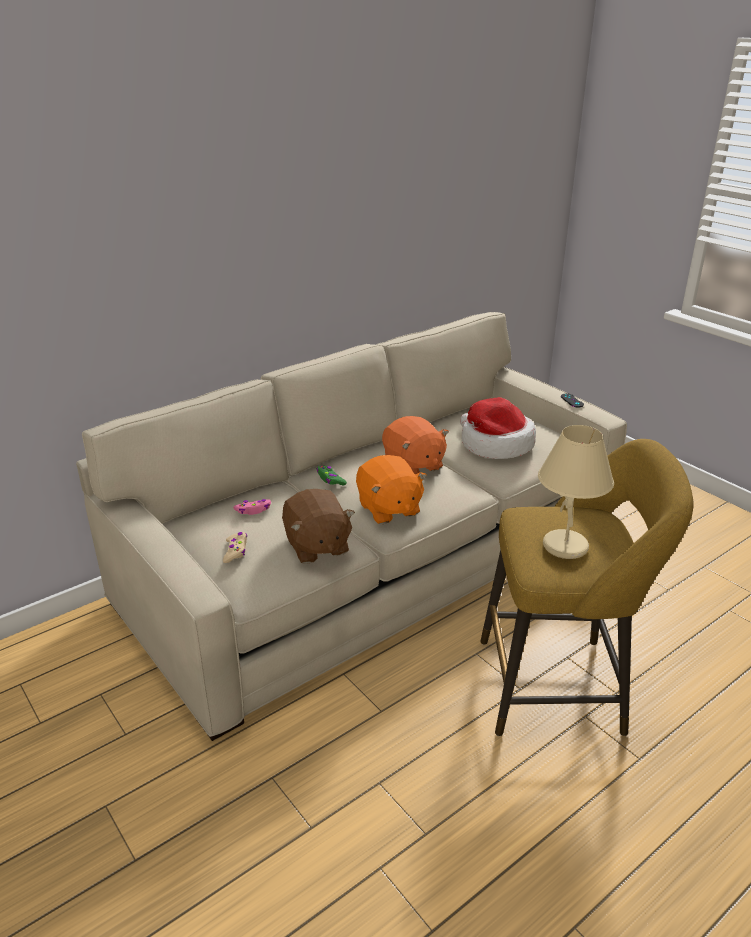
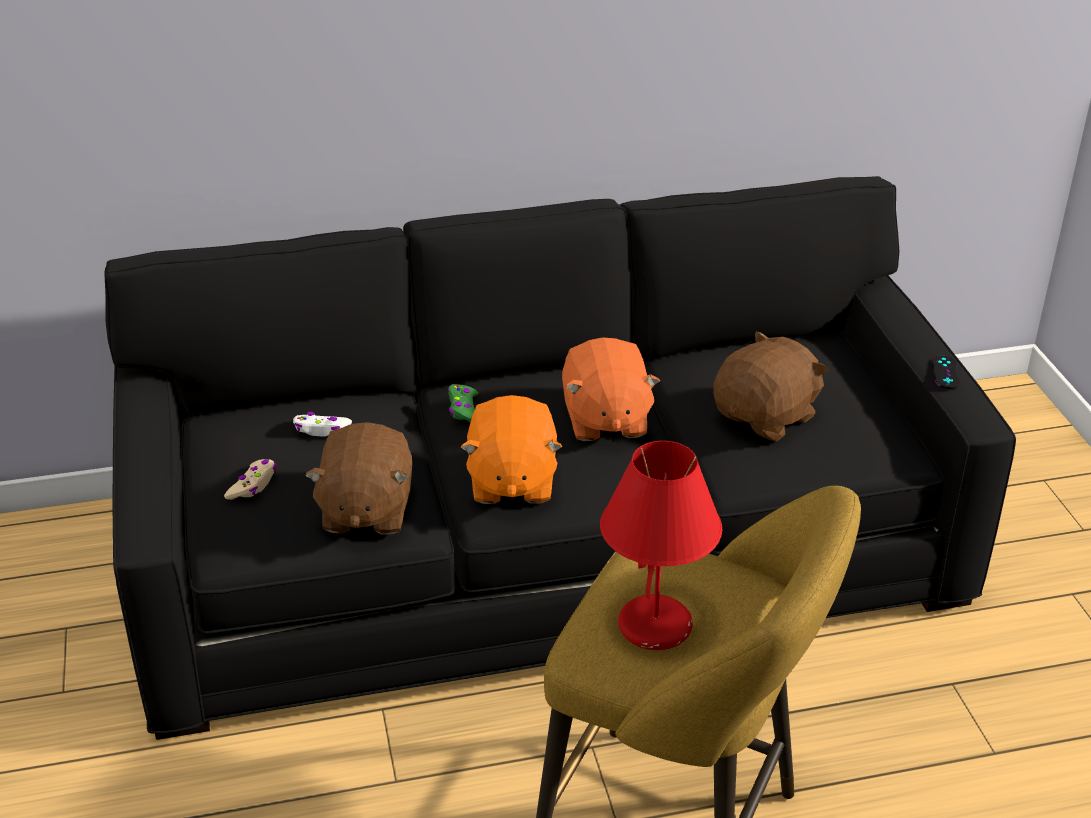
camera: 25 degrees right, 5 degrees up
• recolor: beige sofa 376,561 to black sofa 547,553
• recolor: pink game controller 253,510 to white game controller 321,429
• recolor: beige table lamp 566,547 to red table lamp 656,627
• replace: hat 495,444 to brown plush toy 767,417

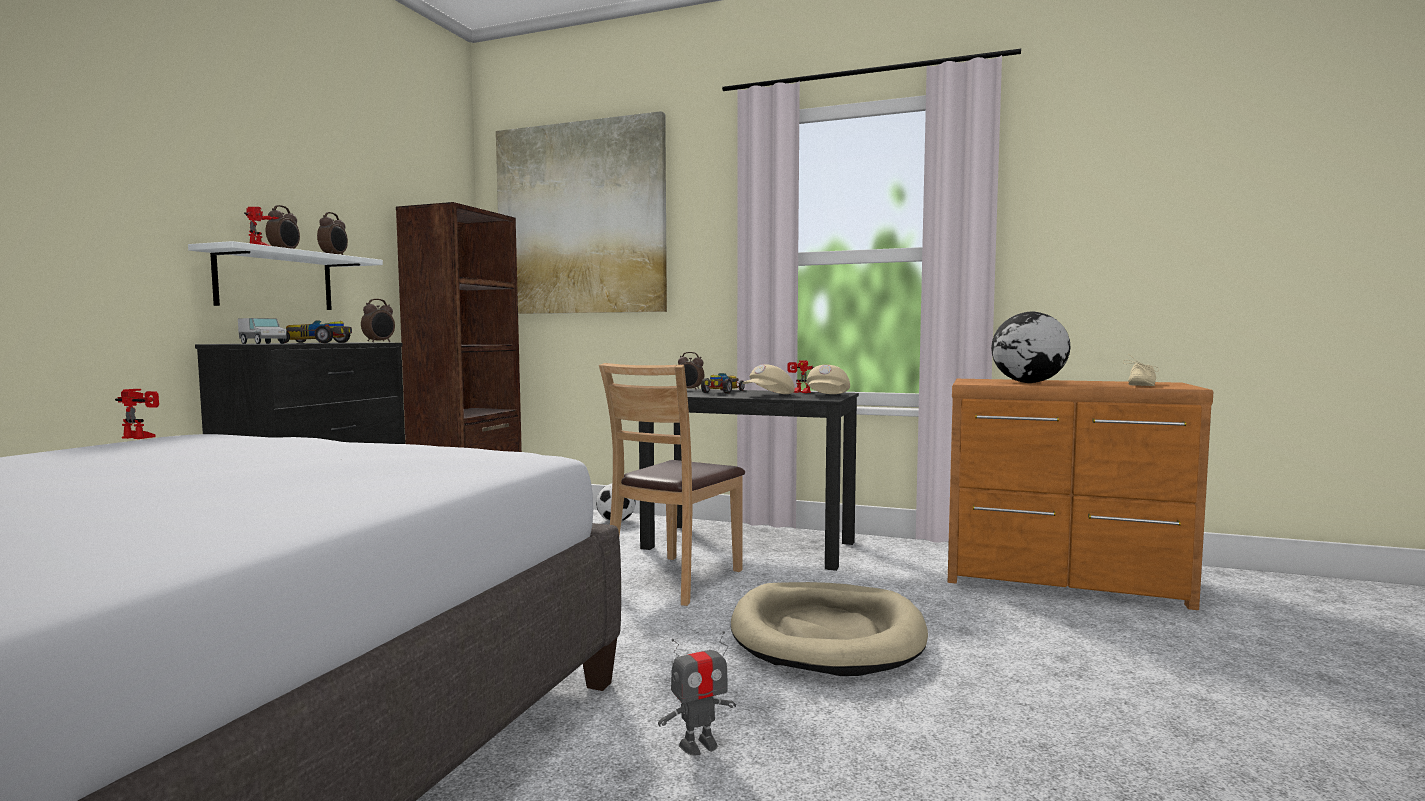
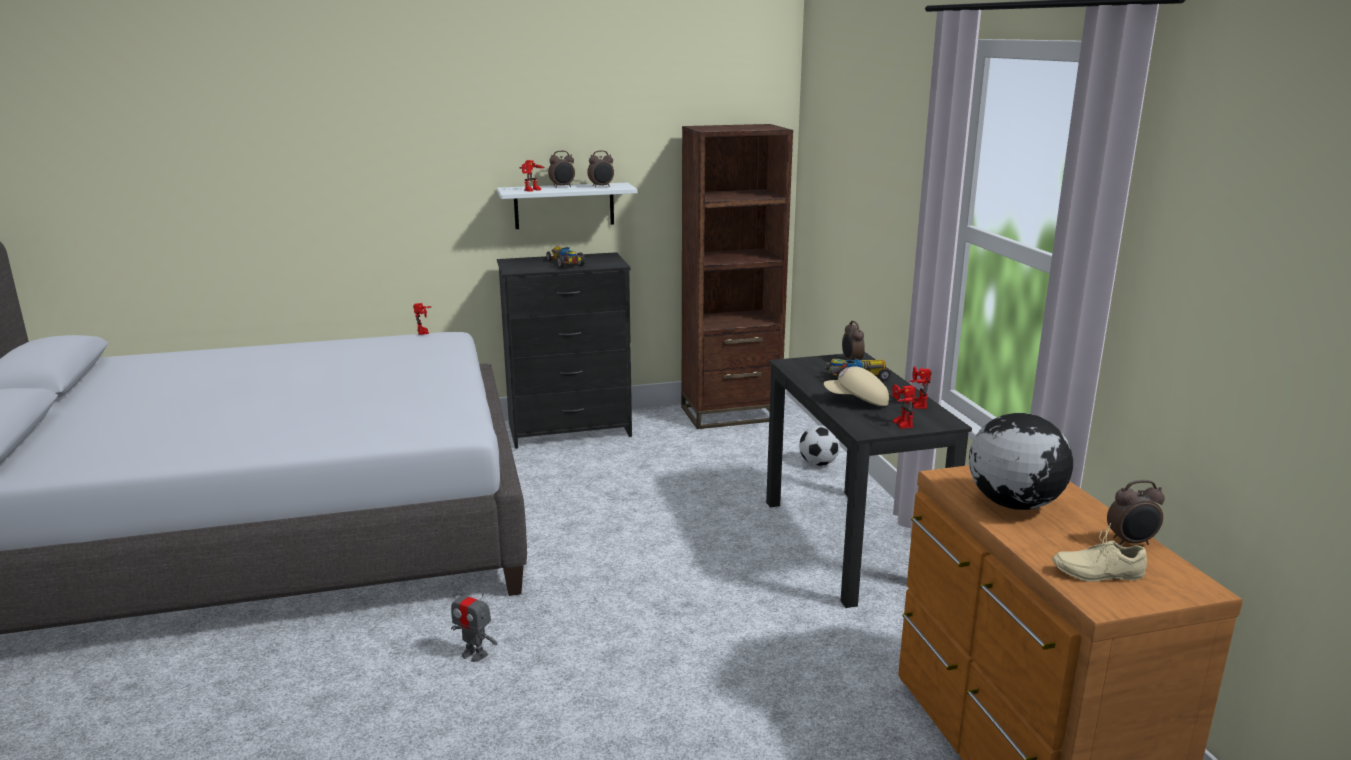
camera: 55 degrees right, 15 degrees up
• replace: beige cap 827,396 to toy robot 899,424
• move: alarm clock 379,342 to 1131,543
• delete: toy truck 263,343
• delete: picture 581,219
• delete: brown chair 675,579
• delete: beige dog bed 827,635

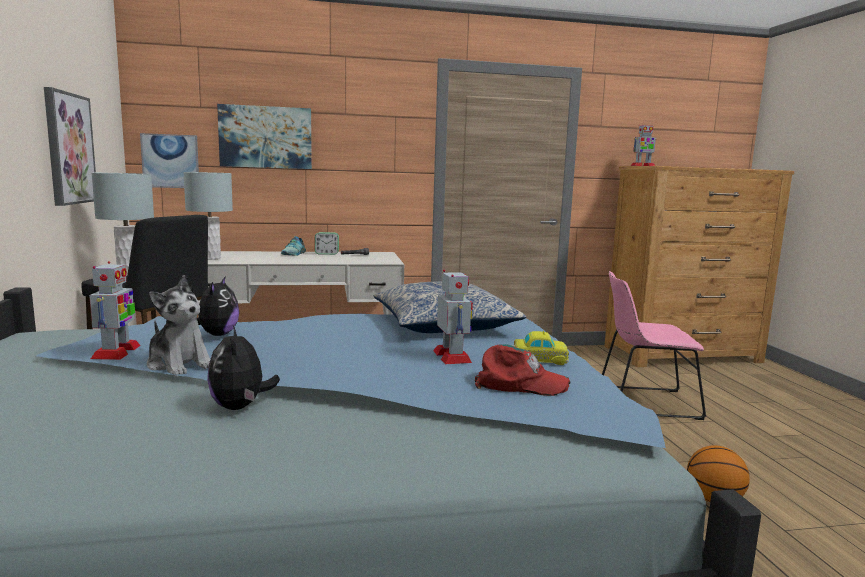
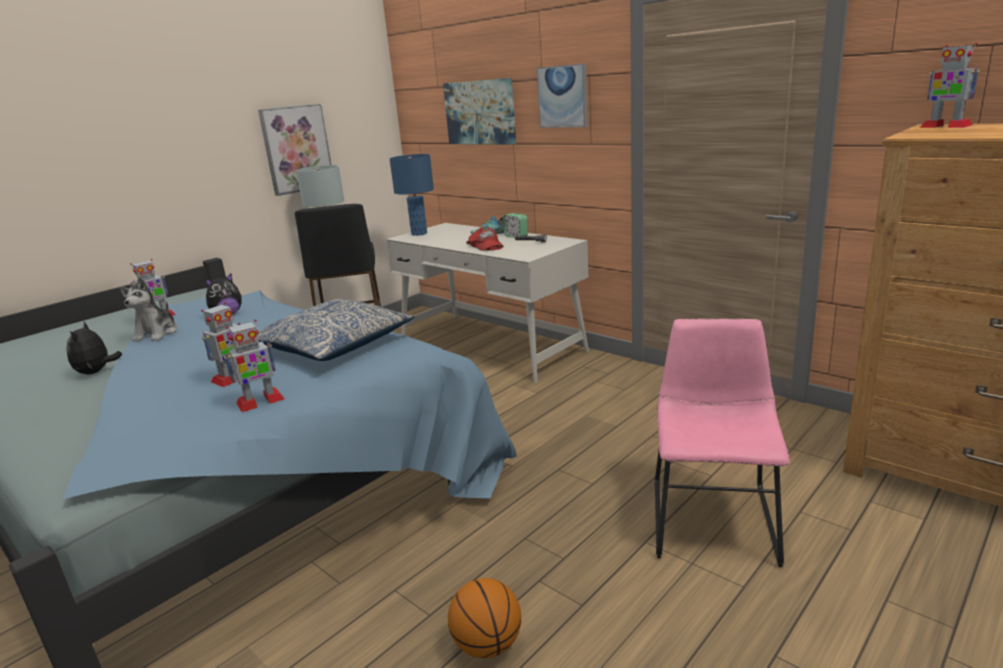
camera: 55 degrees right, 10 degrees up
• rotate: plush toy 240,407 = 96,372 45 degrees counterclockwise
• replace: toy car 538,359 to toy robot 260,401
• recolor: grey table lamp 211,258 to blue table lamp 419,233
• move: red cap 520,383 to 485,245
• move: picture 170,161 to 563,96
• rotate: pink chair 643,402 = 712,516 45 degrees clockwise

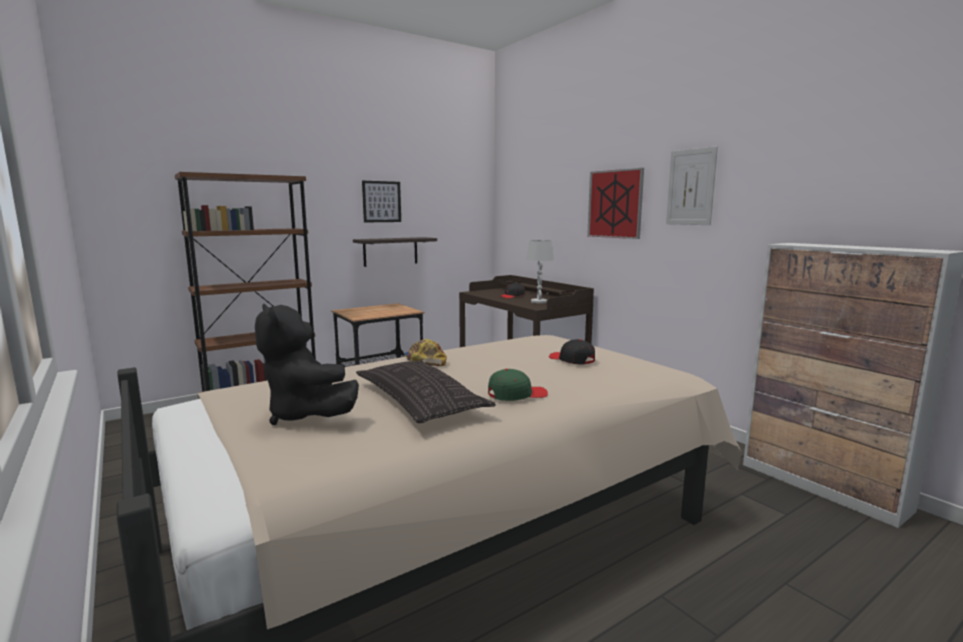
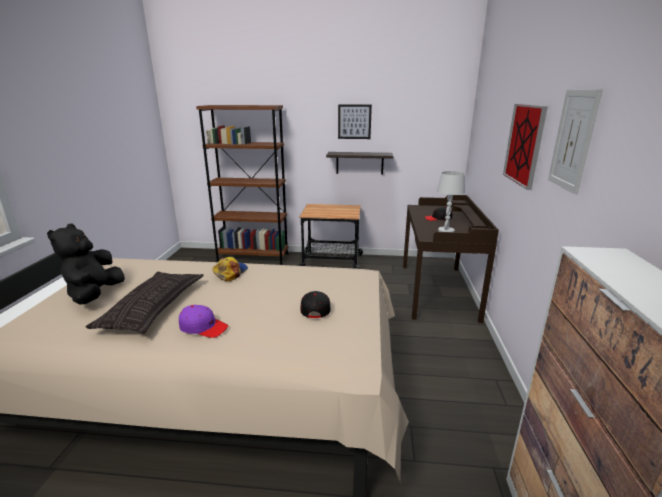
camera: 40 degrees right, 10 degrees up
• recolor: green cap 516,395 to purple cap 203,327

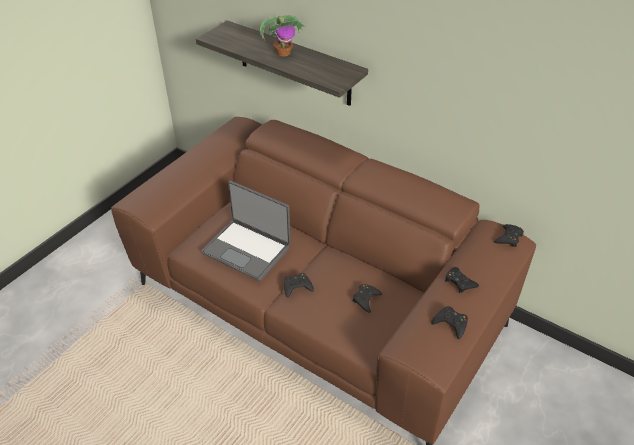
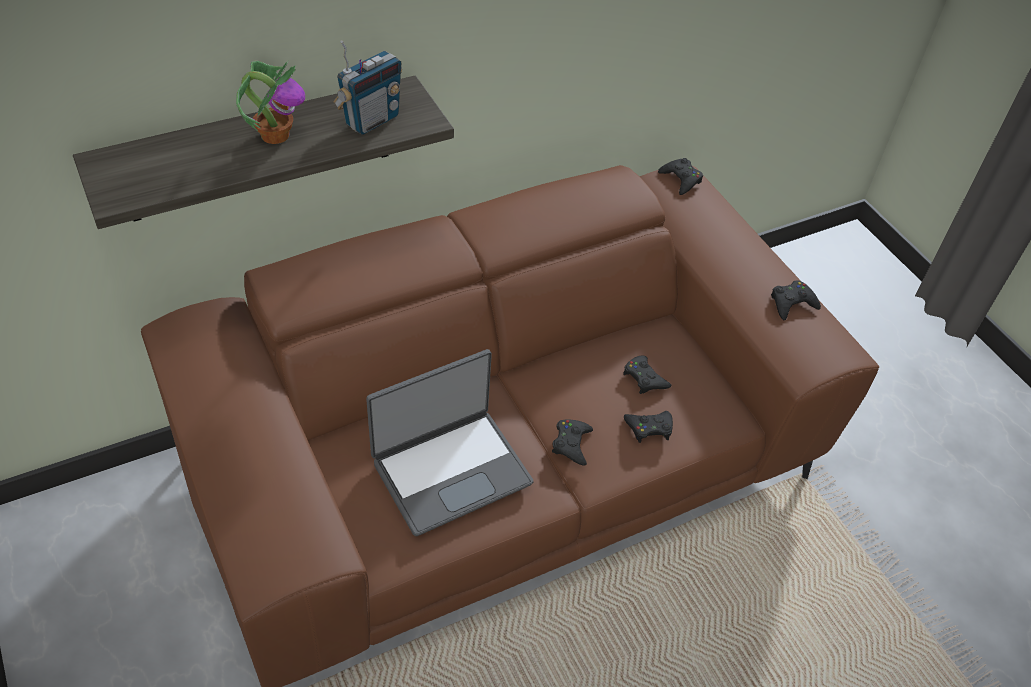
camera: 65 degrees left, 5 degrees up
• insert: radio 371,120
• move: black game controller 459,282 to 649,428

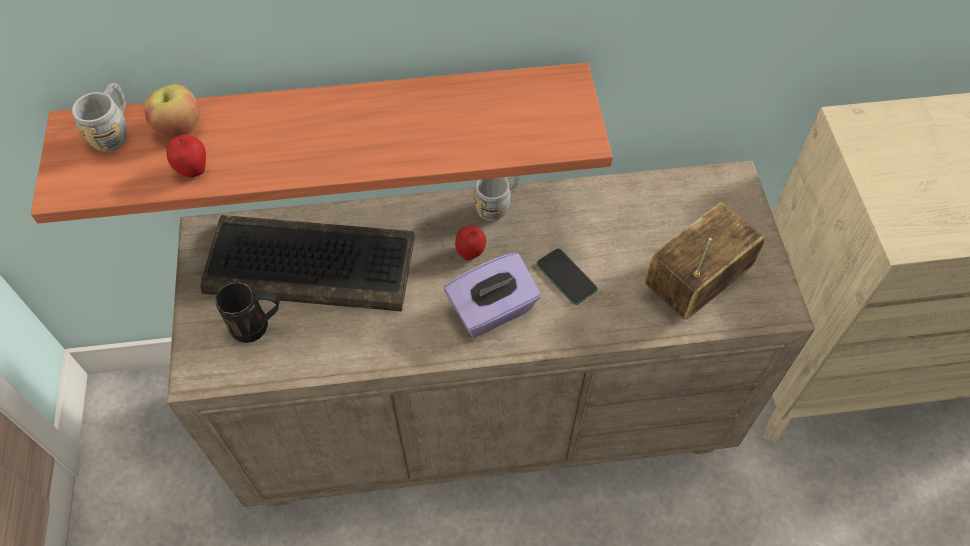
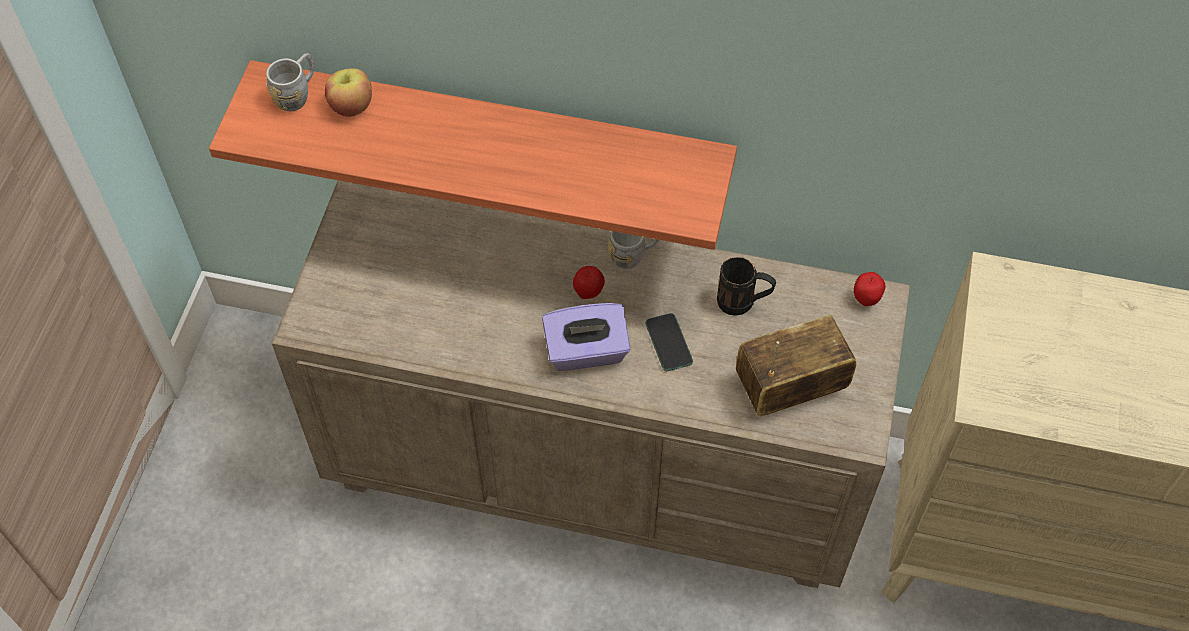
camera: 20 degrees right, 0 degrees up
• move: black mug 258,327 to 743,304
• move: apple 193,170 to 866,299
• delete: keyboard 313,264

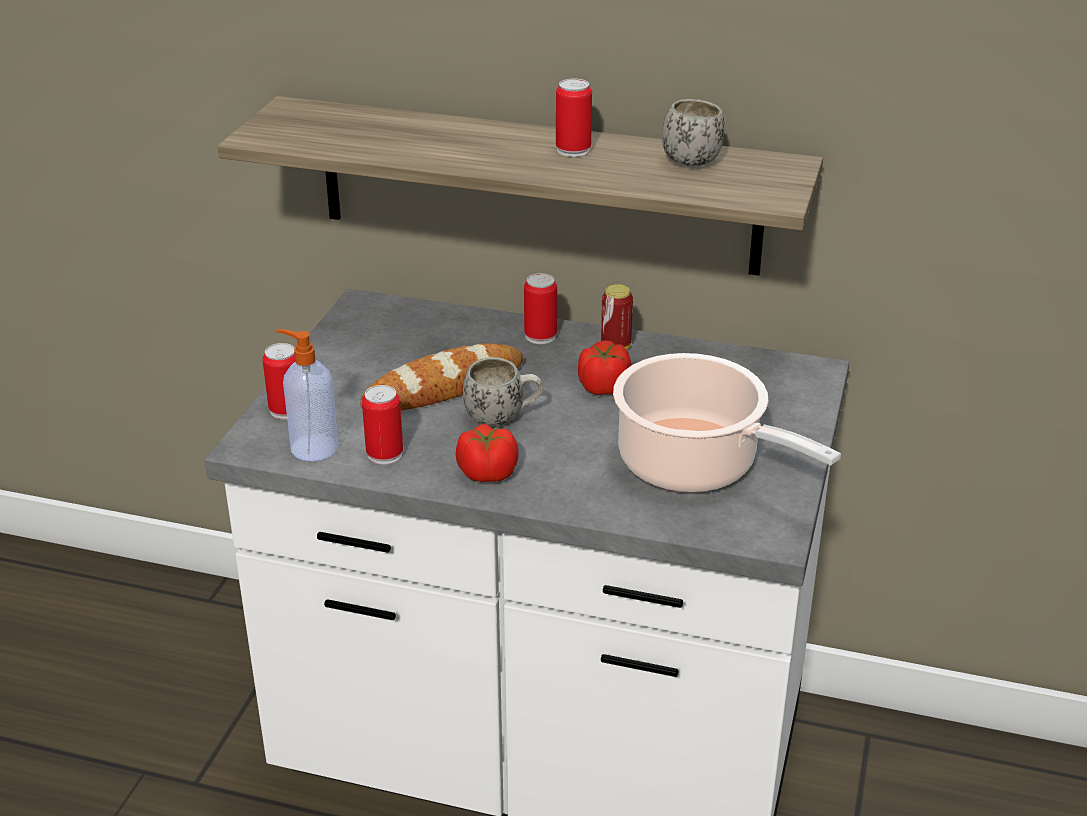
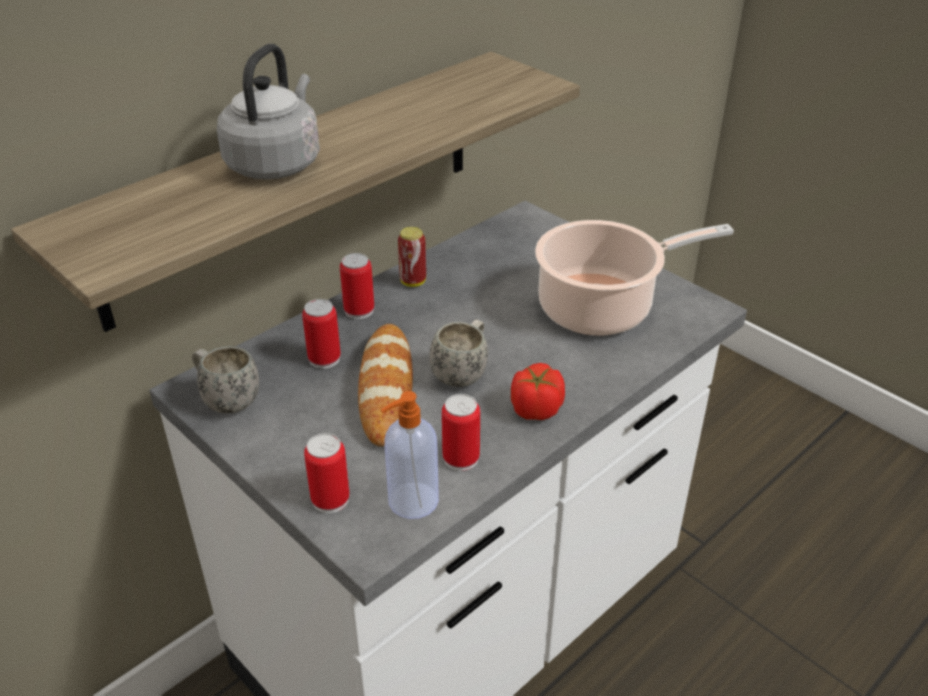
camera: 60 degrees left, 5 degrees up
• move: white mug 691,158 to 225,399
• insert: grey kettle 276,163
• move: can 573,150 to 324,359
• delete: tomato 603,387

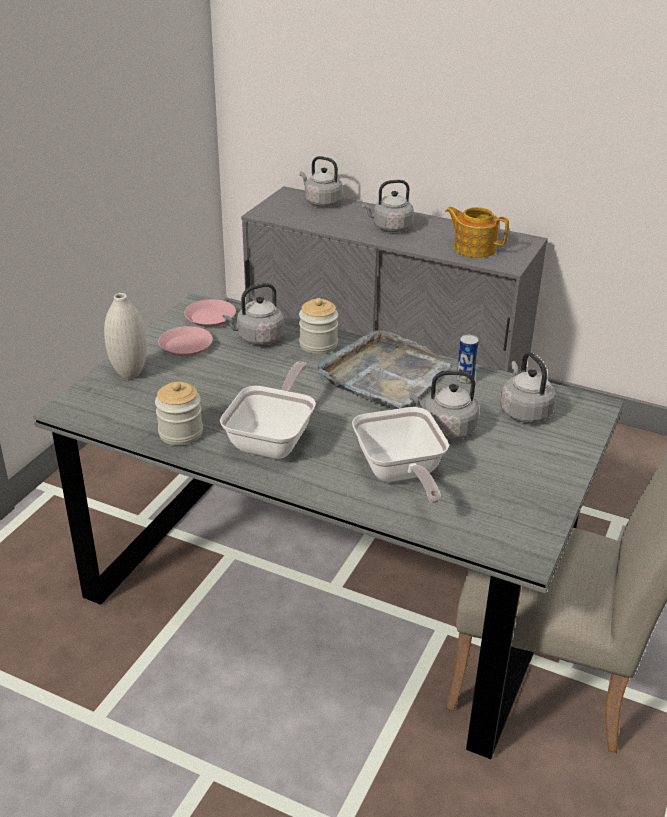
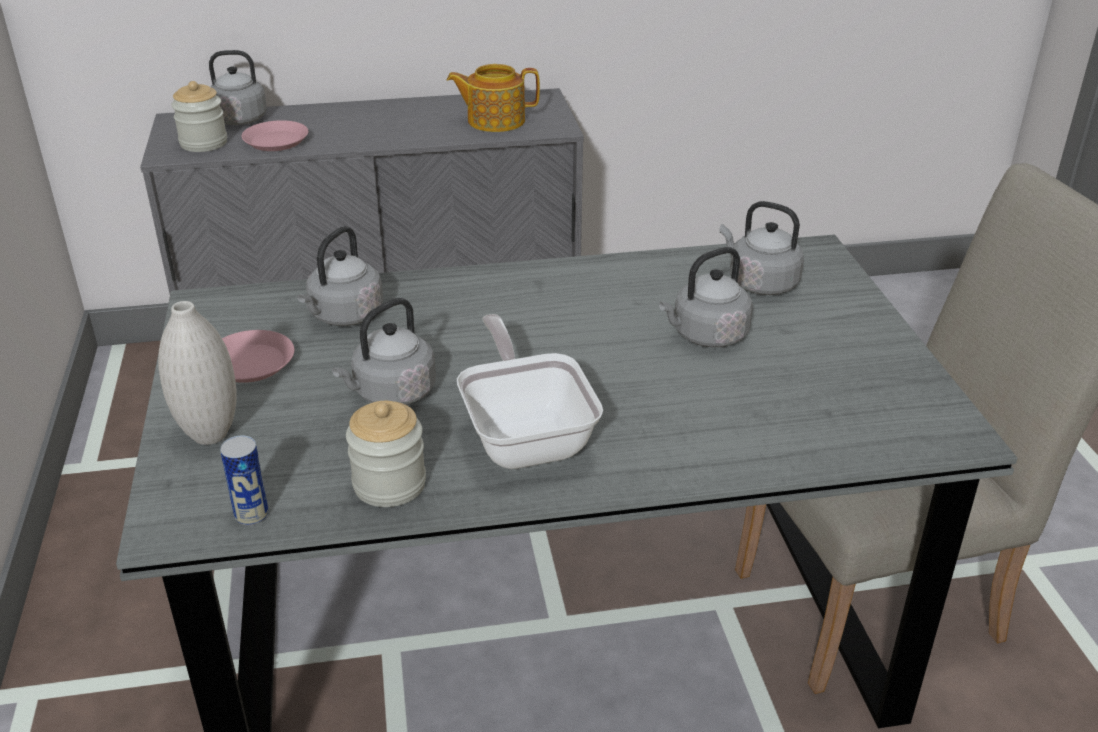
camera: 35 degrees left, 0 degrees up
• move: jar 318,345 to 204,143
• move: can 465,379 to 251,515
• move: pink plate 210,317 to 275,141
• move: grey kettle 390,228 to 391,394
• delete: grey tray 383,375
• delete: frying pan 400,474

